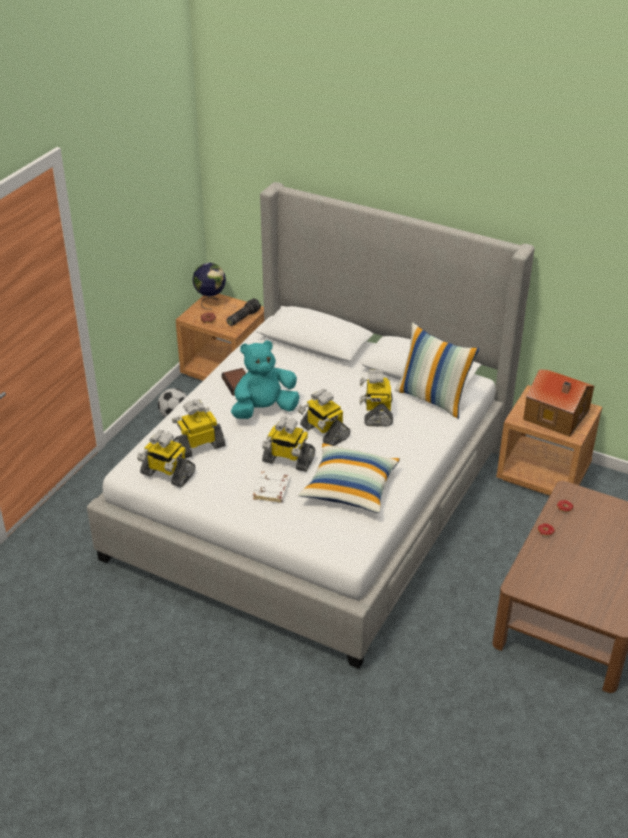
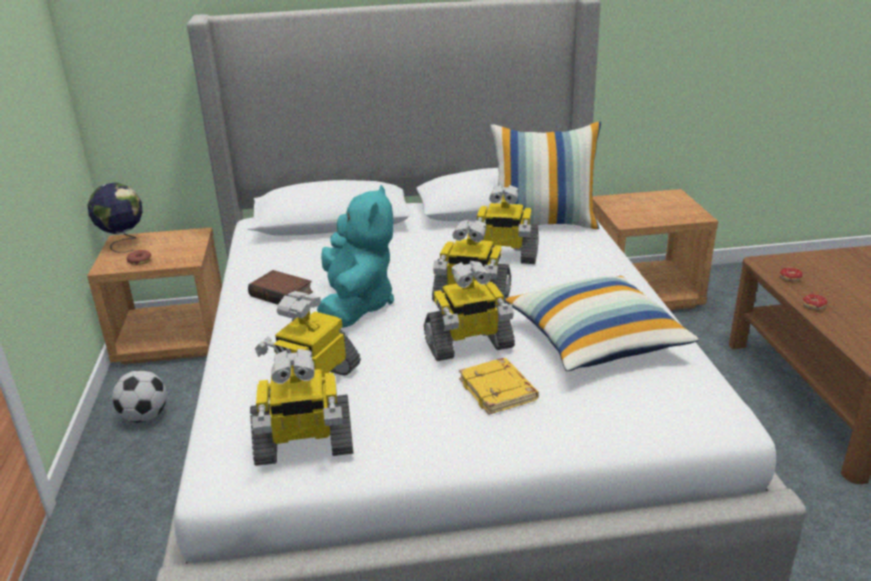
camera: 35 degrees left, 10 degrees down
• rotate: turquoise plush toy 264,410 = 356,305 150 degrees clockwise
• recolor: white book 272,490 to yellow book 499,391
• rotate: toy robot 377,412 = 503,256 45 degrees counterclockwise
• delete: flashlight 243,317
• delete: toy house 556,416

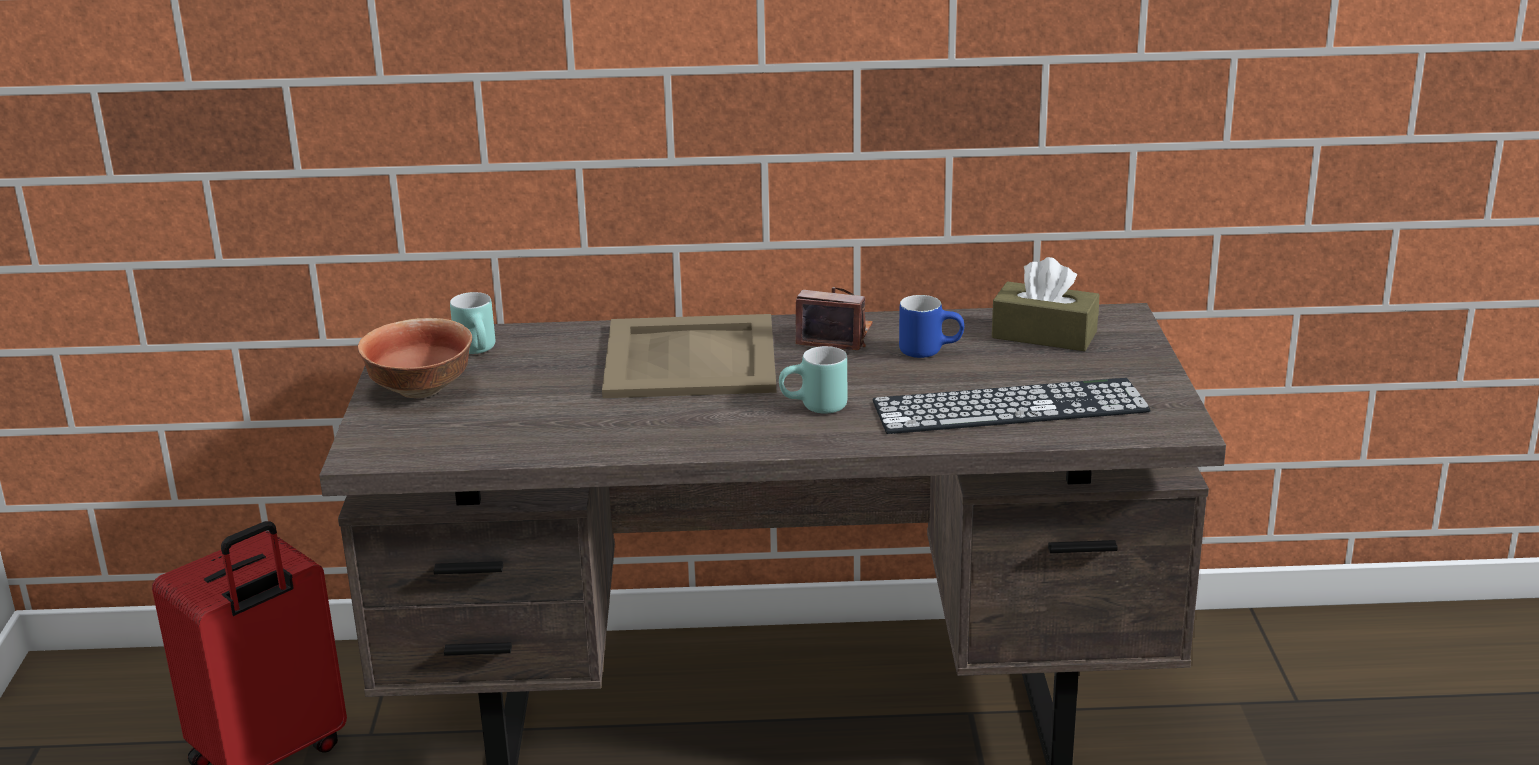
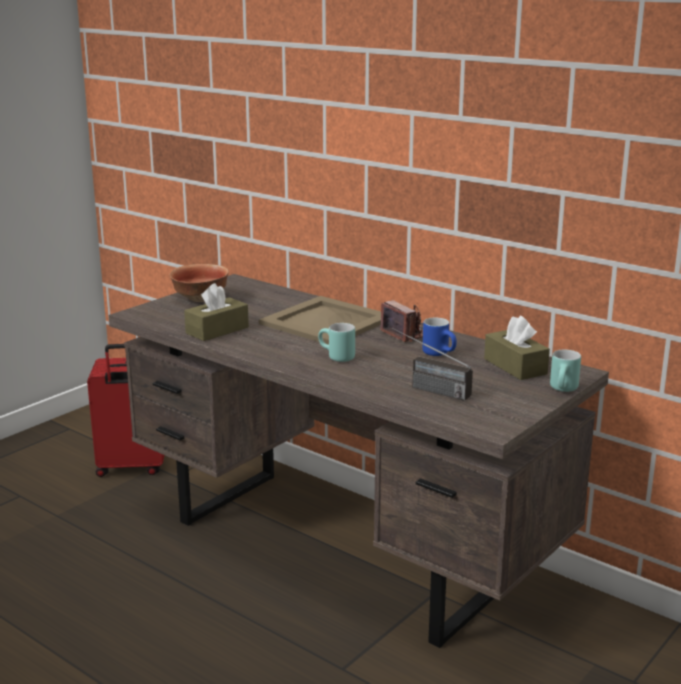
camera: 40 degrees right, 5 degrees down
• insert: brown tissue box 217,330
• replace: keyboard 1009,407 to radio 426,388
• move: turquoise mug 480,351 to 565,390

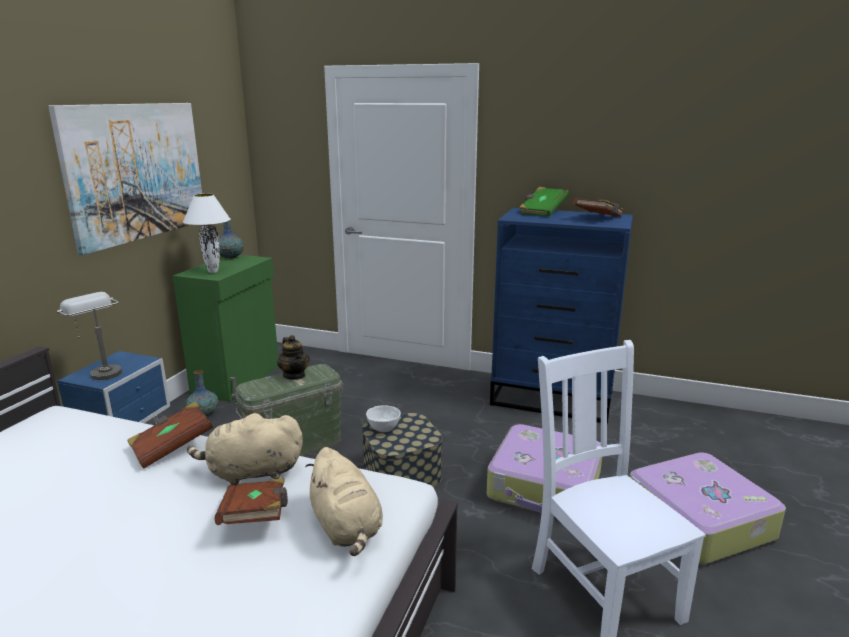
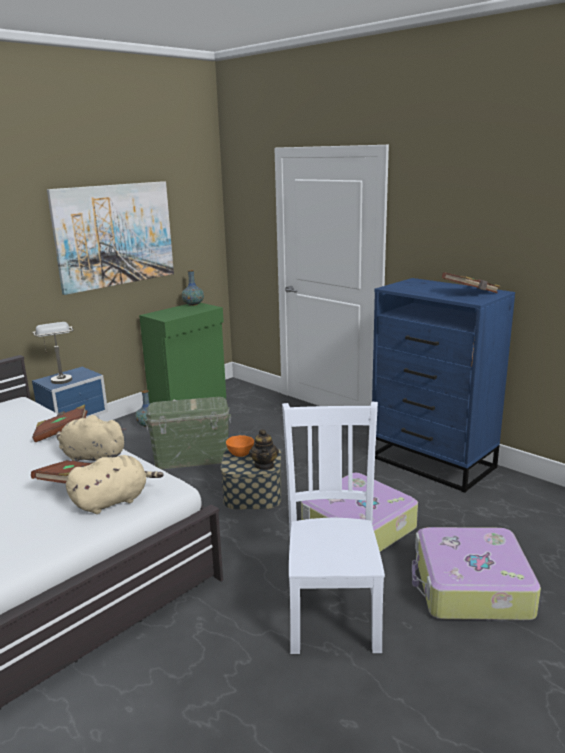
camera: 25 degrees right, 0 degrees up
• rotate: beige plush toy 346,527 = 113,501 120 degrees counterclockwise
• recolor: white bowl 383,429 to orange bowl 240,454
• move: teapot 294,375 to 264,465
• delete: white table lamp 212,272
• delete: green book 542,212

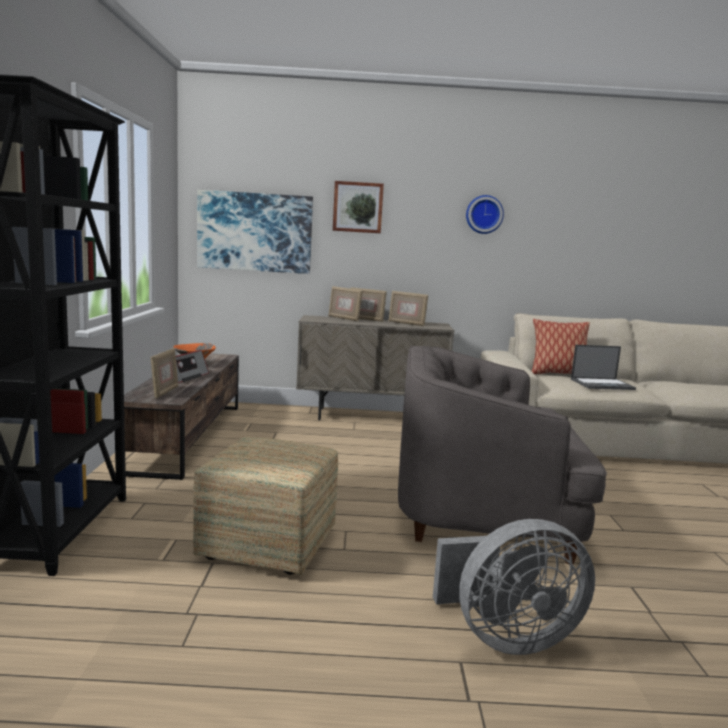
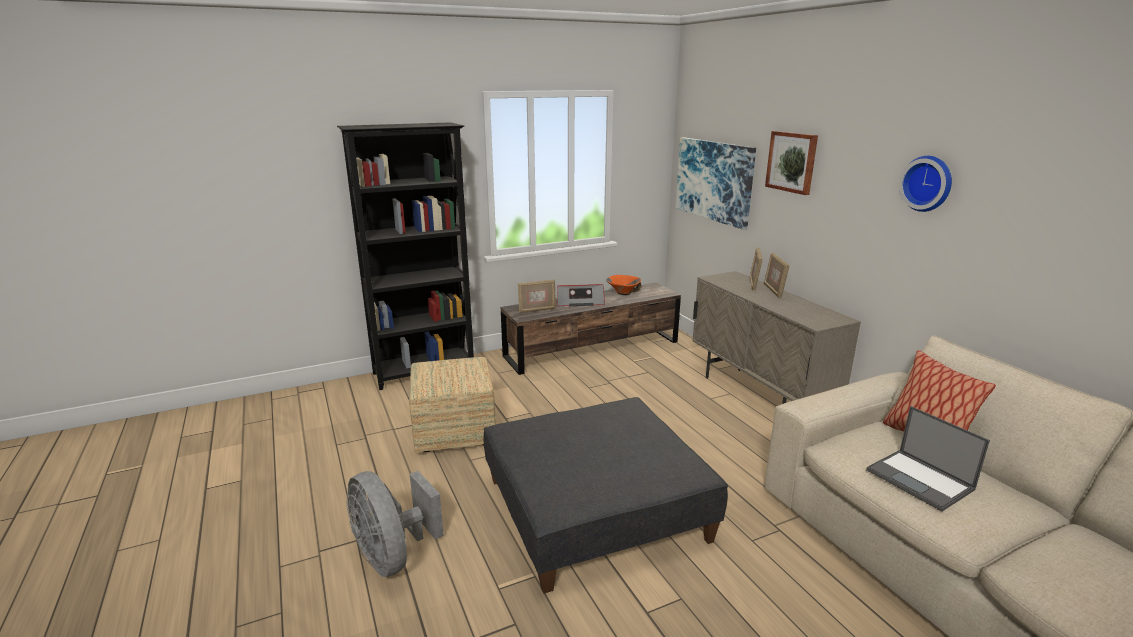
camera: 65 degrees right, 10 degrees up
• replace: grey armchair 483,512 to grey ottoman 596,508
• delete: picture frame 406,324

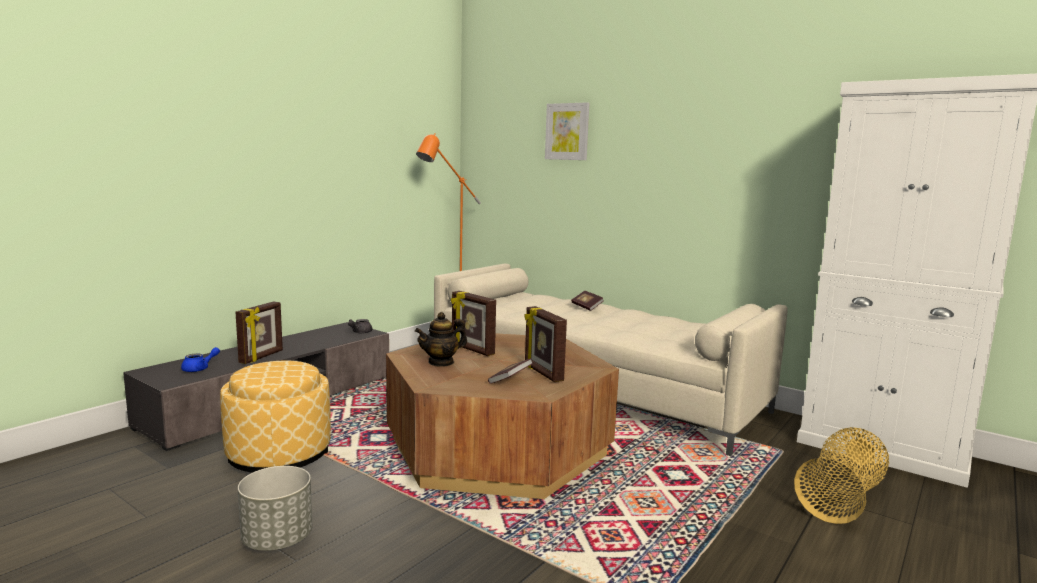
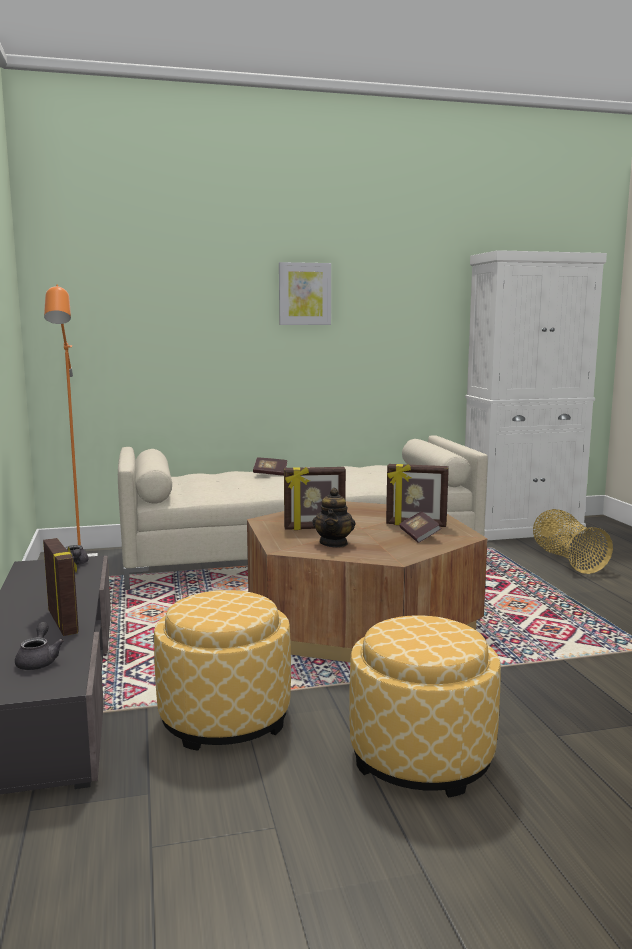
camera: 50 degrees left, 0 degrees up
• recolor: blue teapot 199,369 to grey teapot 38,661
• move: picture 567,131 to 304,294
• replace: grey planter 277,540 to ottoman 421,756

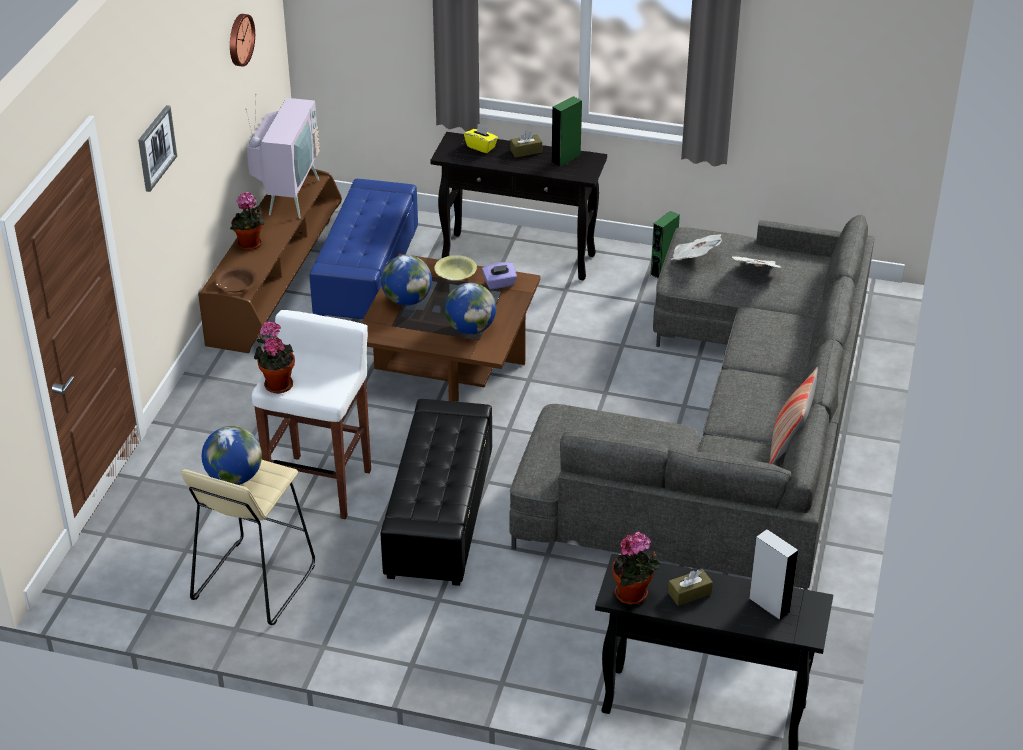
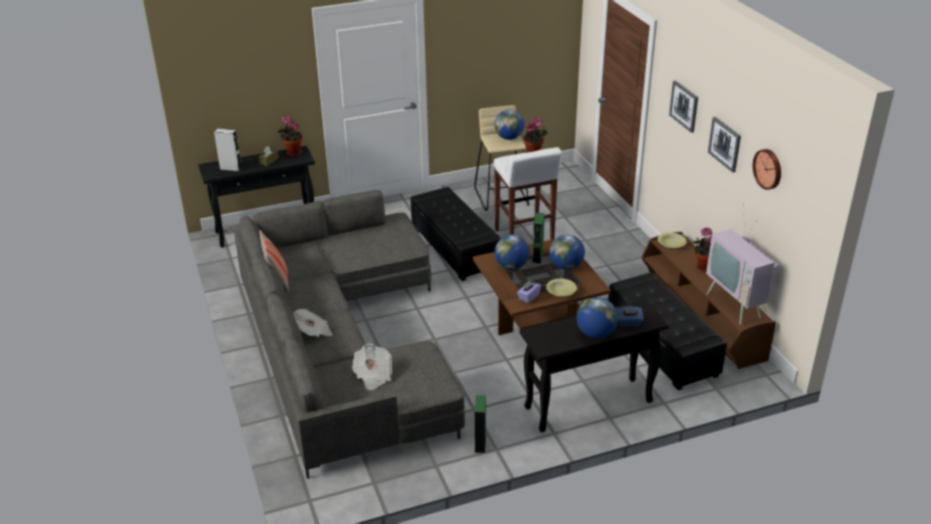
camera: 145 degrees right, 5 degrees down
• move: newspaper 694,258 to 312,332
• move: green speaker 566,159 to 537,257
• replace: brown tissue box 526,151 to globe 596,334
• recolor: blue ottoman 368,273 to black ottoman 661,346
• recolor: yellow tissue box 481,147 to blue tissue box 629,323
• recolor: brown bowl 236,285 to yellow bowl 671,244
• insert: picture 725,144

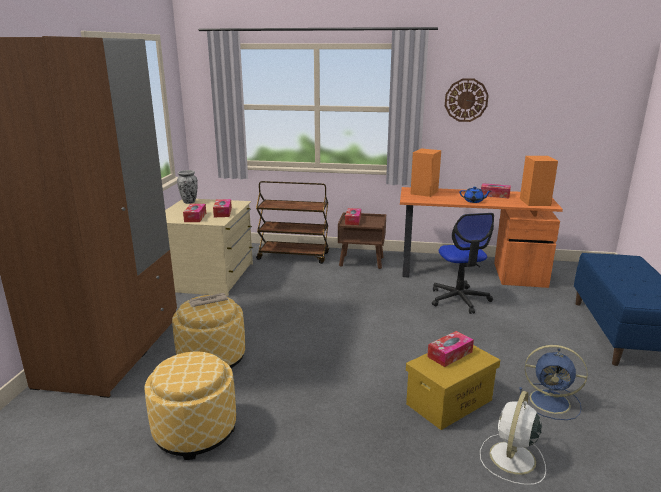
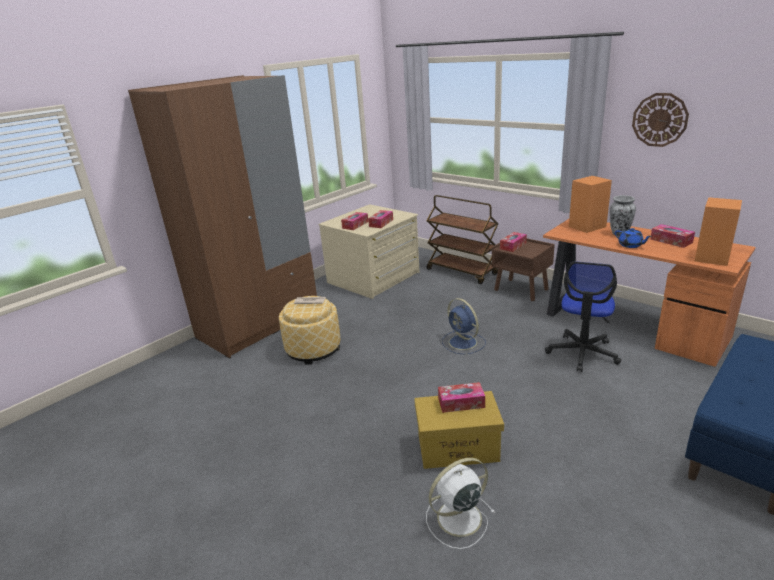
camera: 35 degrees right, 5 degrees up
• move: blue fan 551,402 to 463,343
• move: vase 189,202 to 619,233
• delete: ottoman 195,431

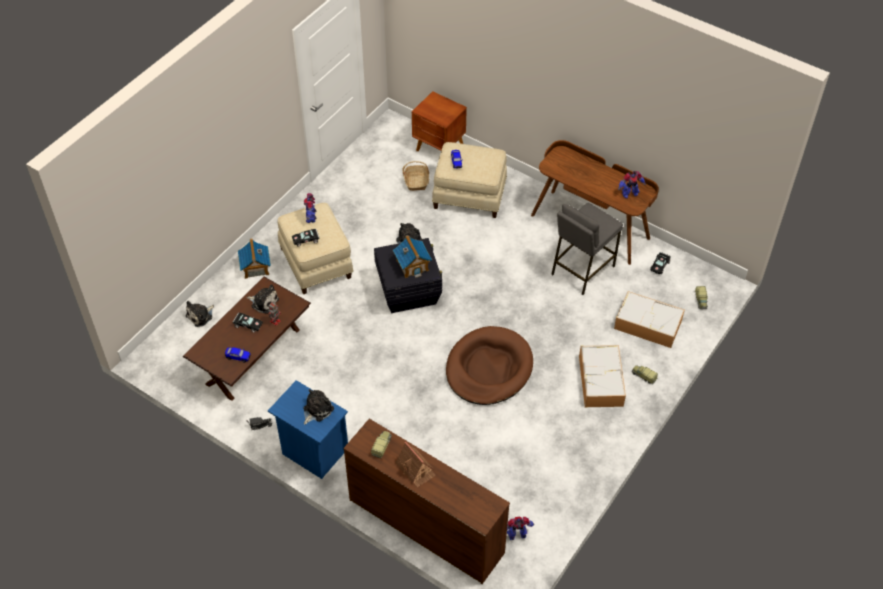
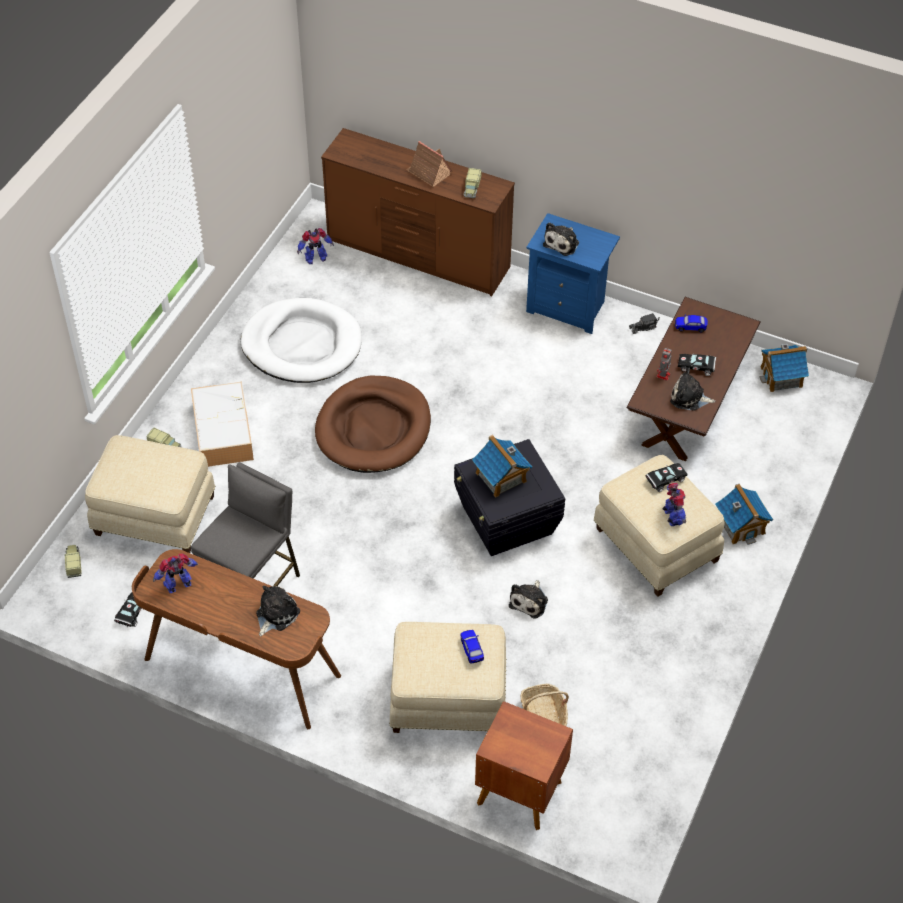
camera: 170 degrees right, 0 degrees up
• replace: storage box 649,325 to beige ottoman 154,517
• insert: white dog bed 302,345
• move: plush toy 200,316 to 275,614
• insert: toy house 781,377

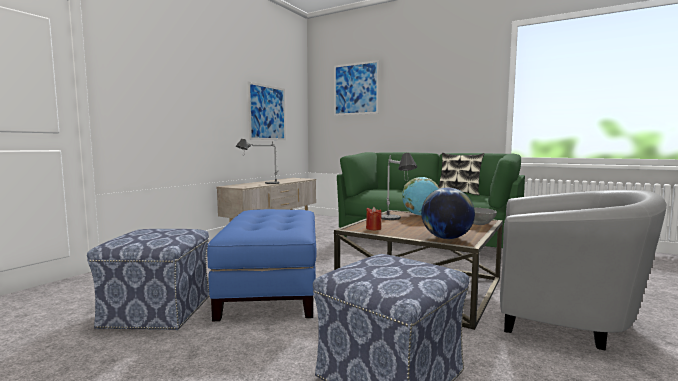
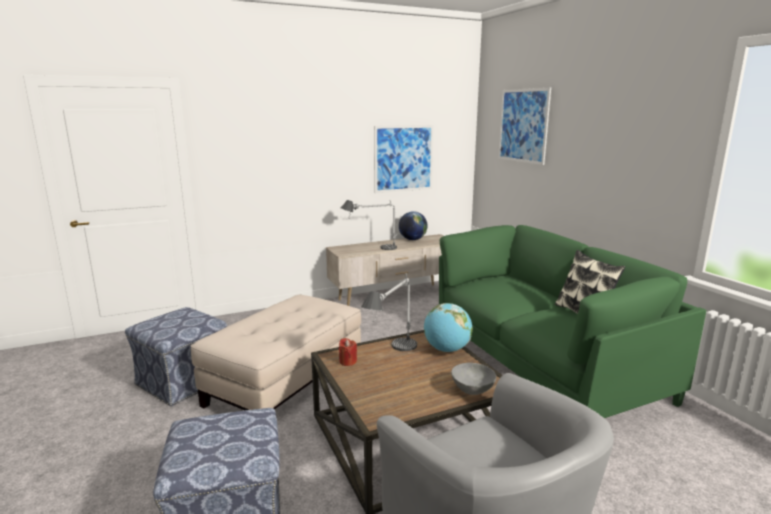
camera: 35 degrees right, 10 degrees up
• recolor: blue ottoman 273,286 to beige ottoman 286,382
• move: globe 446,238 to 412,239

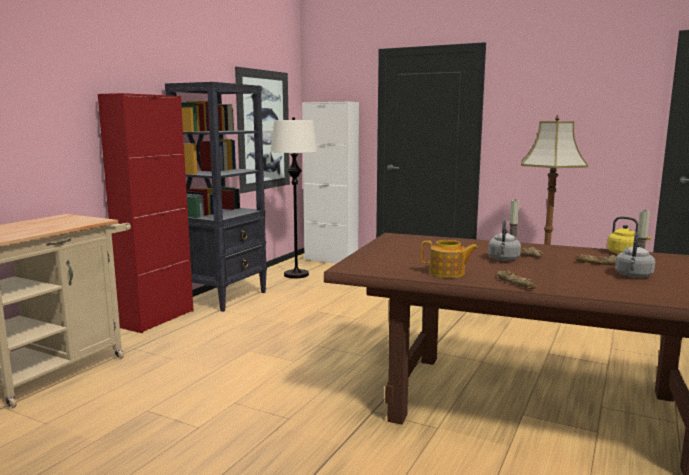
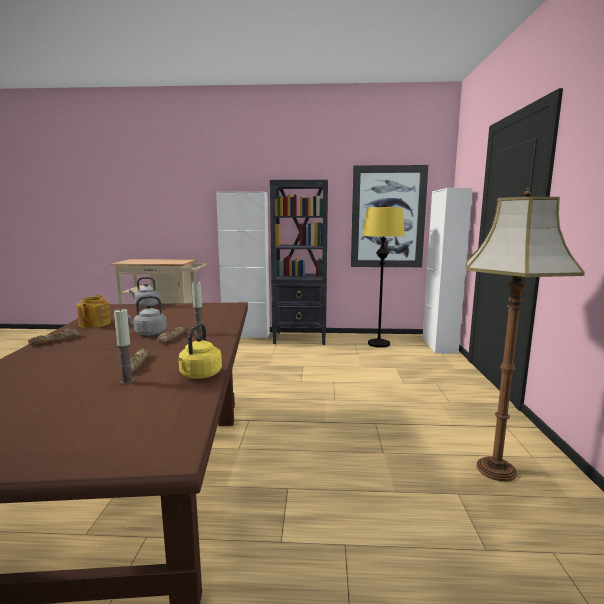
camera: 65 degrees right, 0 degrees up
• move: grey kettle 633,276 to 146,305
• recolor: red cabinet 157,319 to white cabinet 246,335
• recolor: white floor lamp 296,275 to yellow floor lamp 379,344

